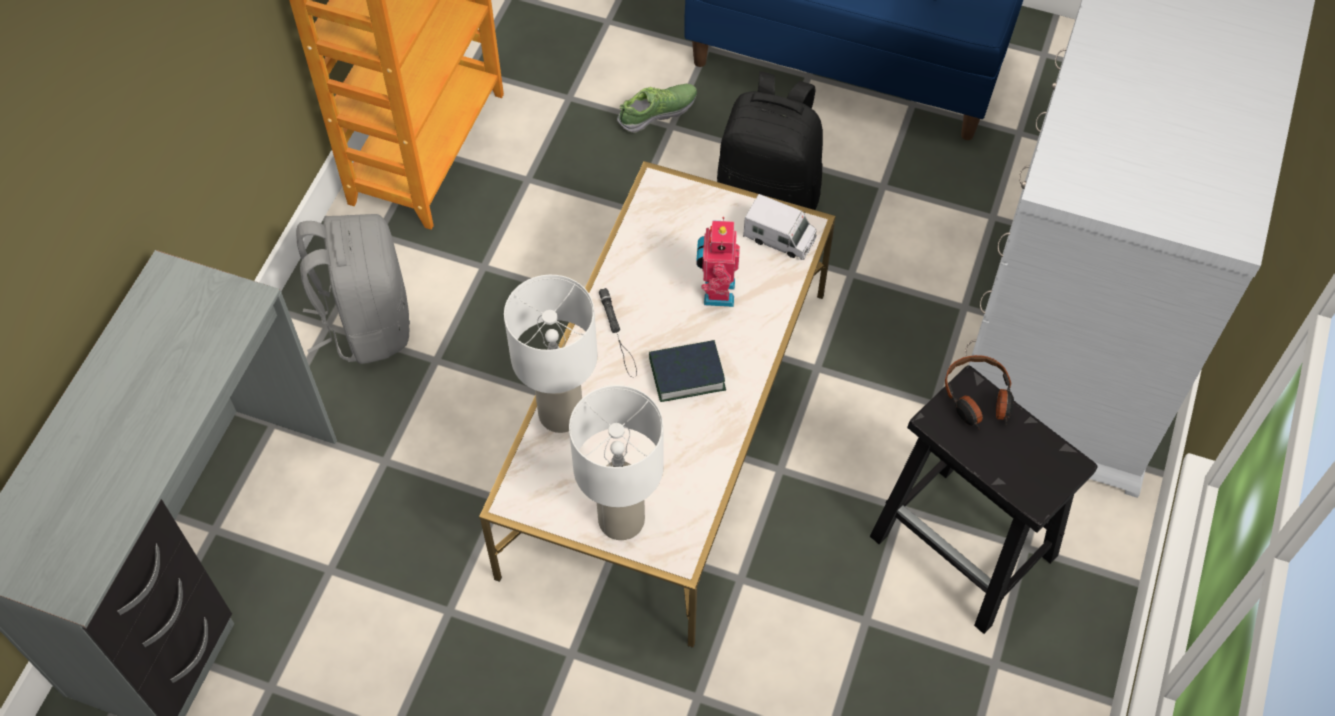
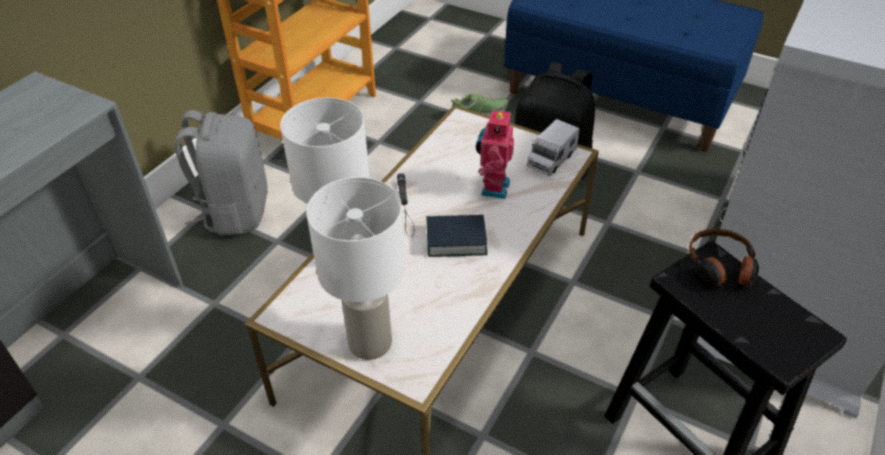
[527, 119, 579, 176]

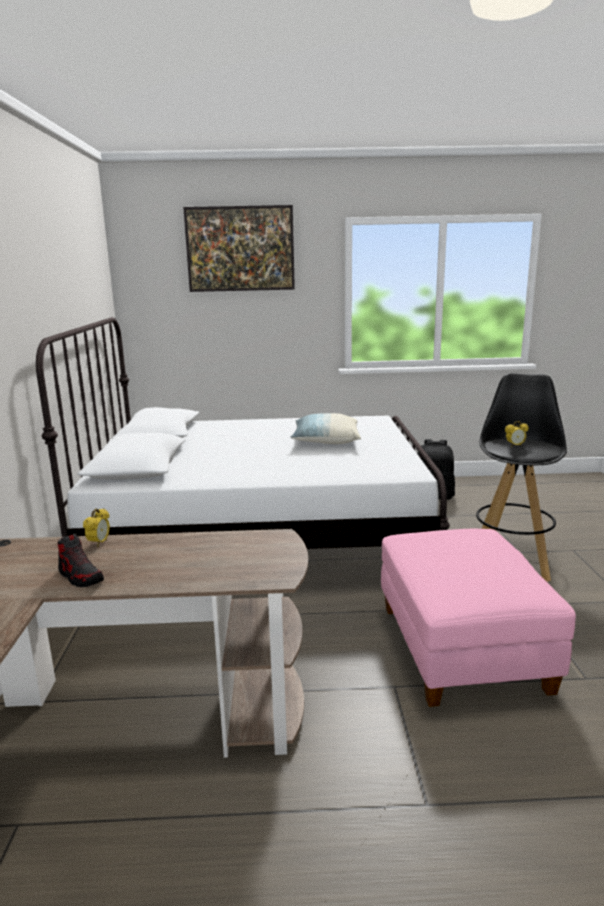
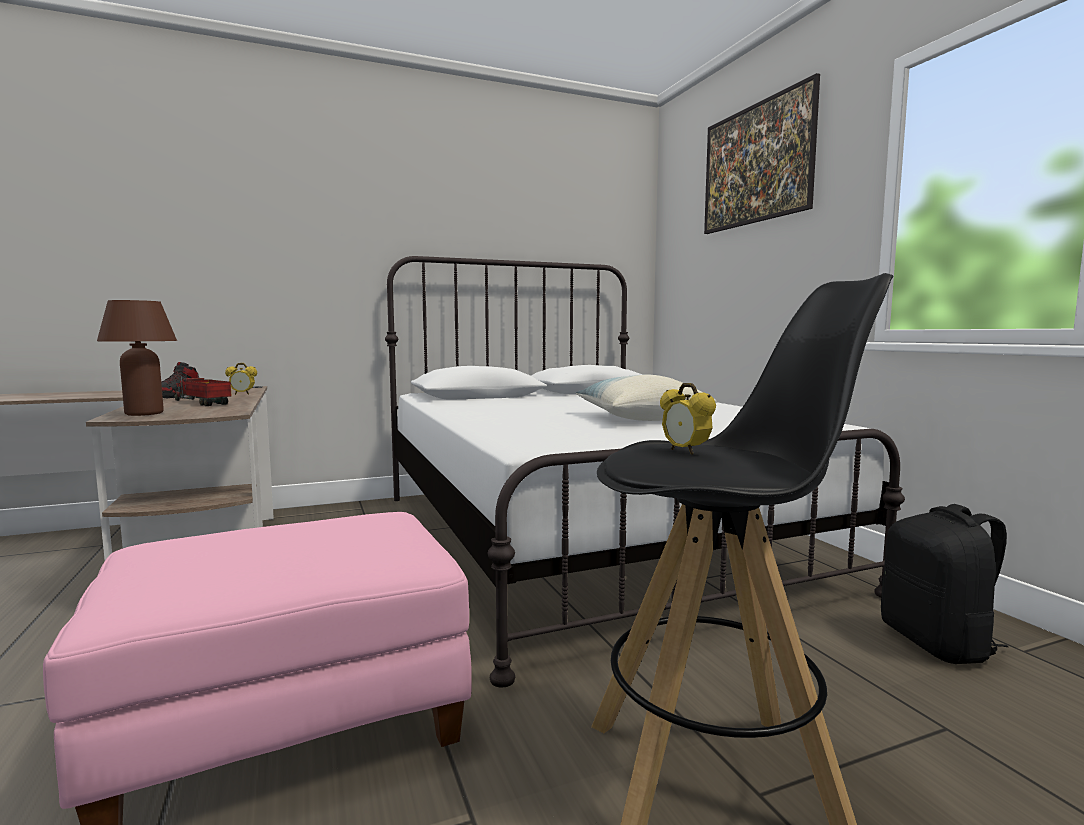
[97, 300, 177, 416]
[174, 374, 232, 406]

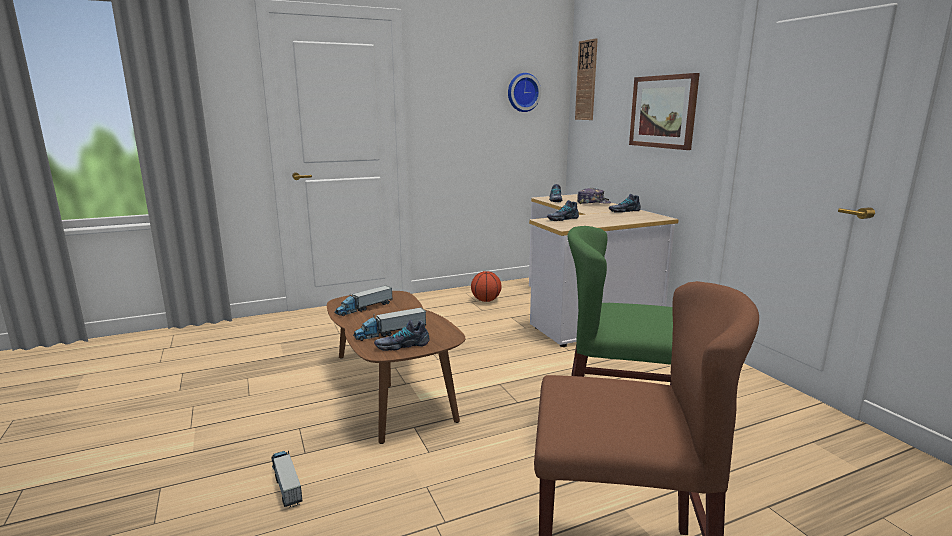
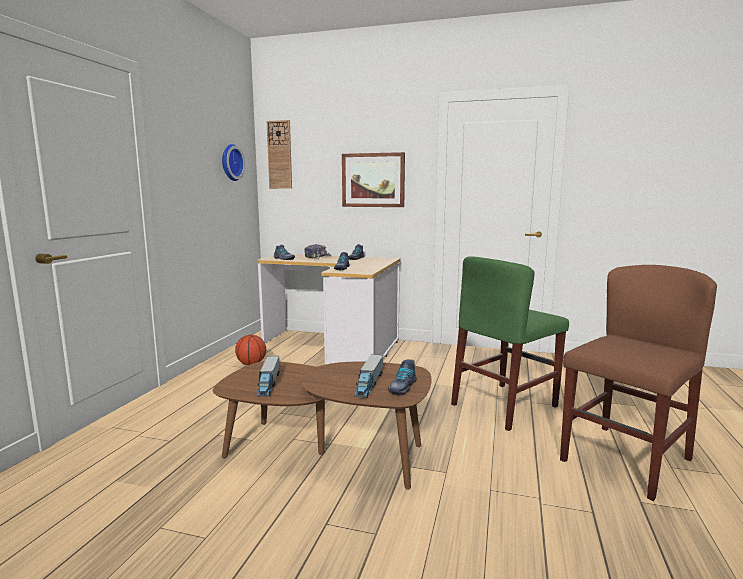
[271, 451, 302, 508] (first image)

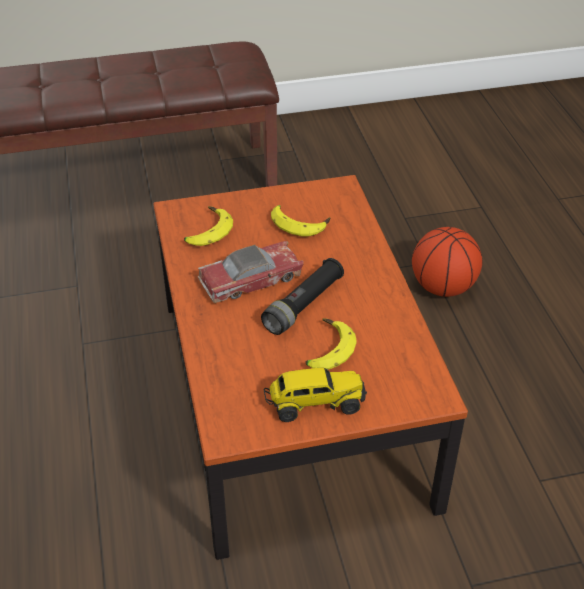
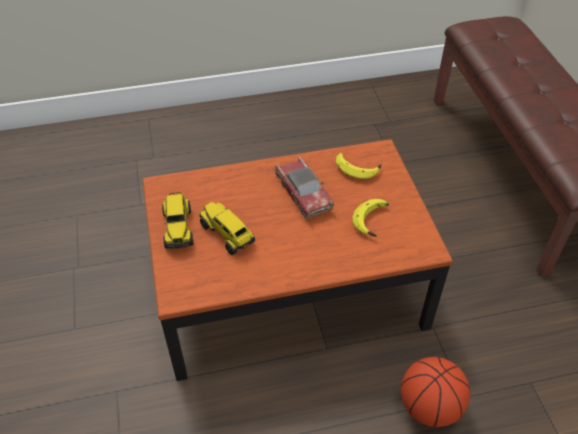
[261, 258, 344, 335] (first image)
[200, 202, 255, 255]

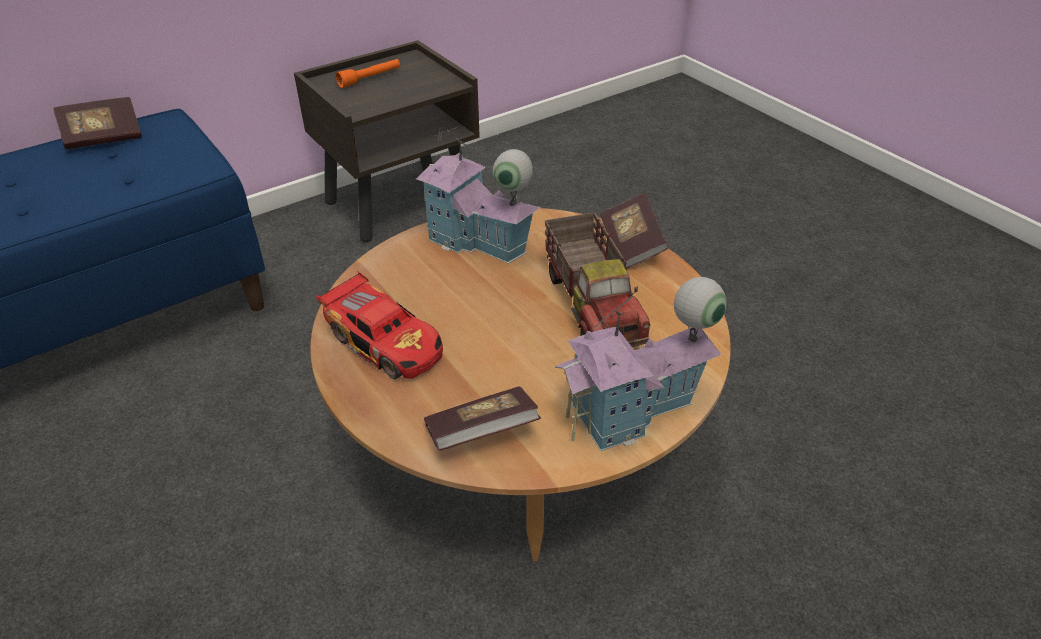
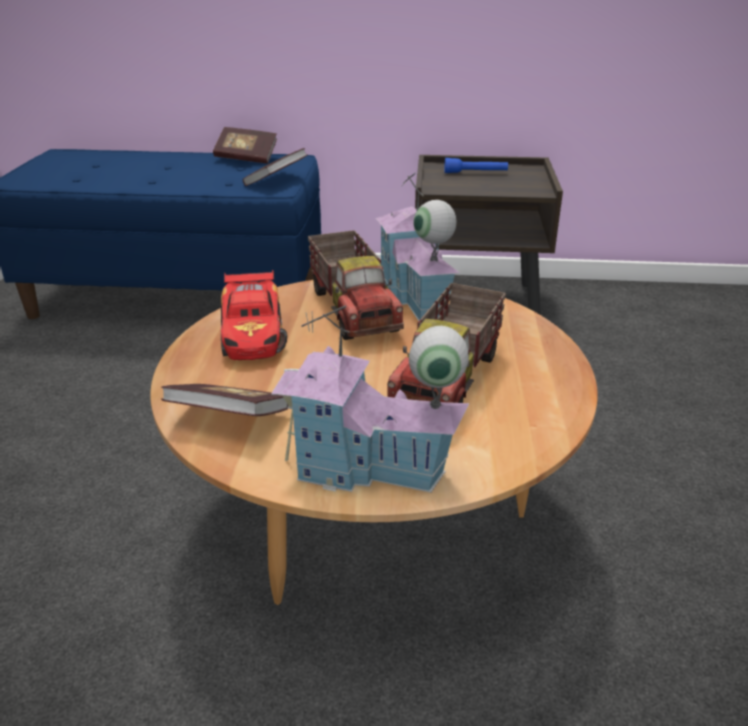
[444, 158, 508, 173]
[243, 148, 308, 186]
[308, 230, 404, 340]

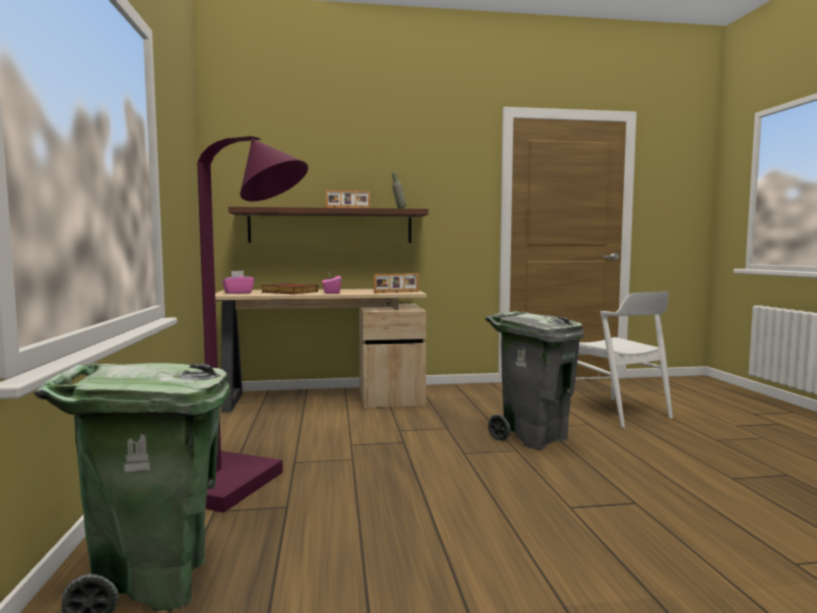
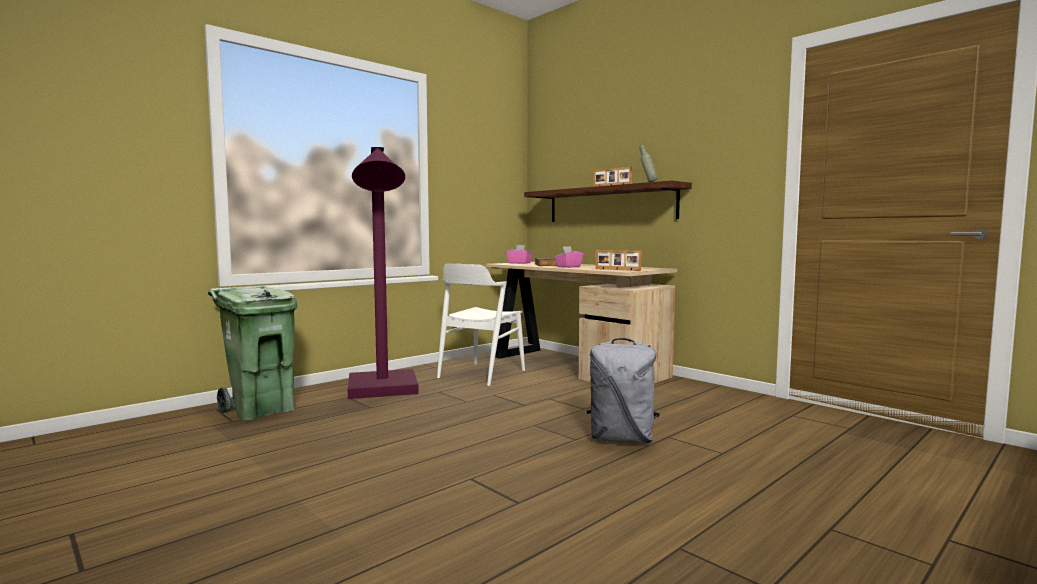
[587, 338, 660, 444]
[437, 264, 525, 386]

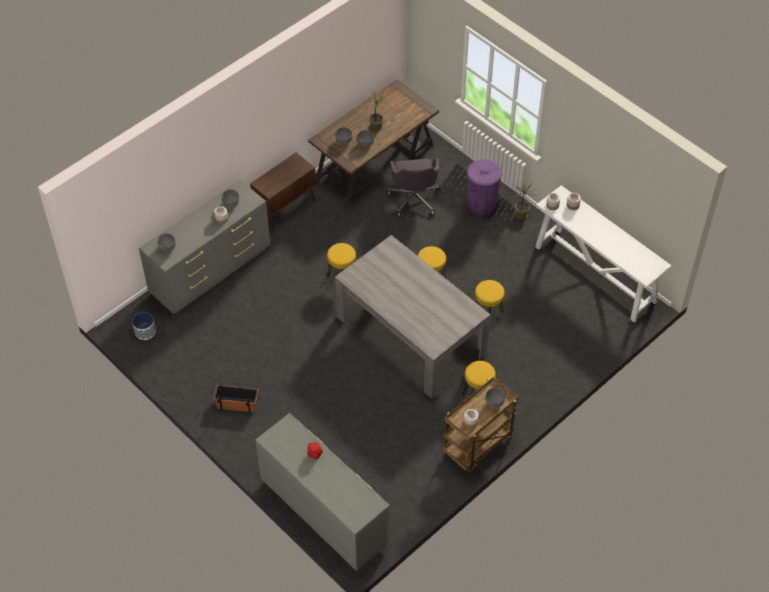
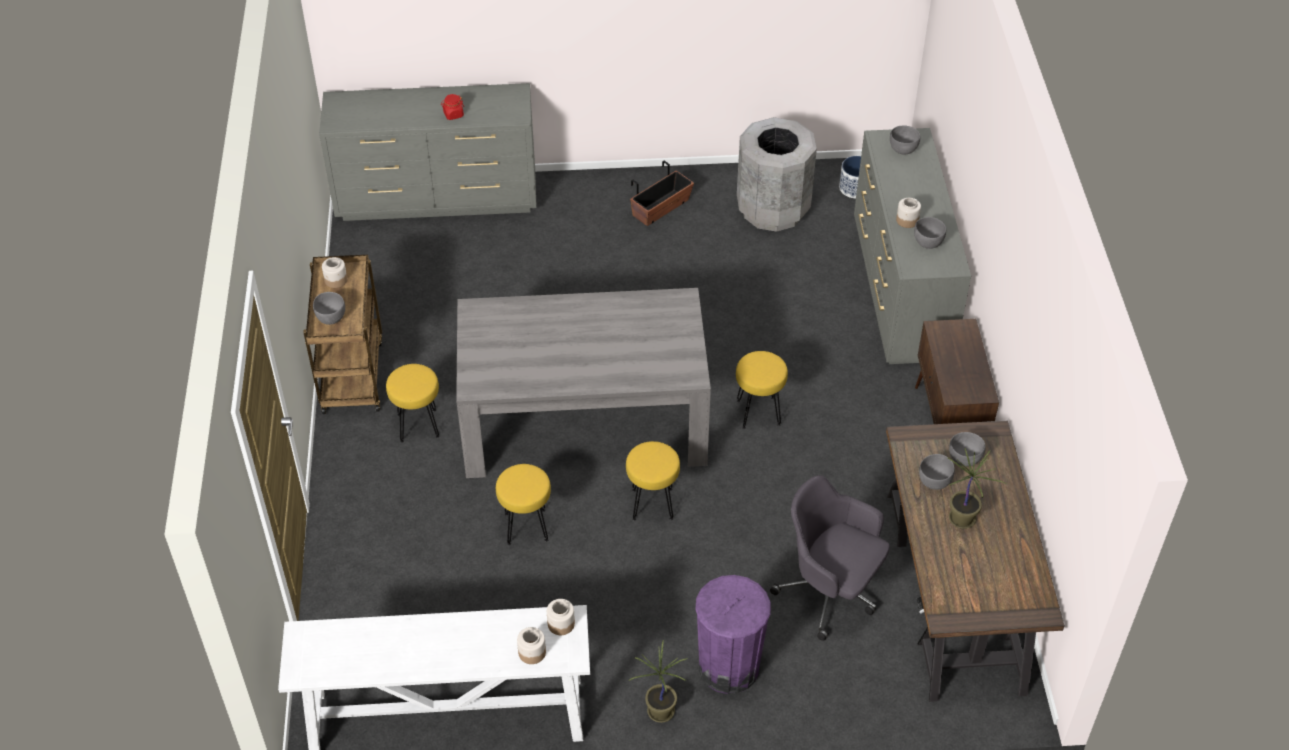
[737, 117, 817, 232]

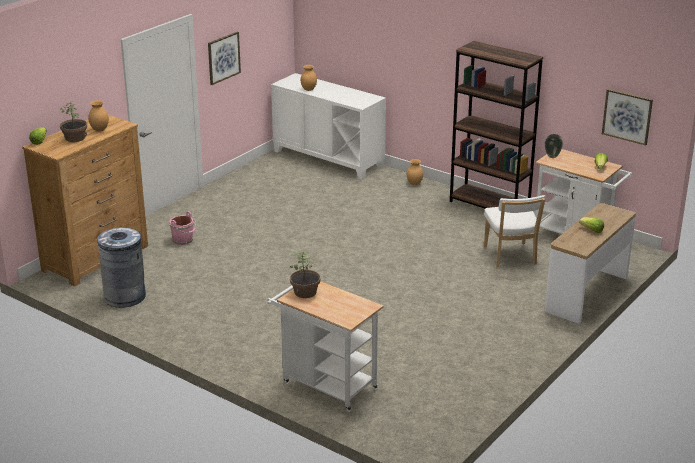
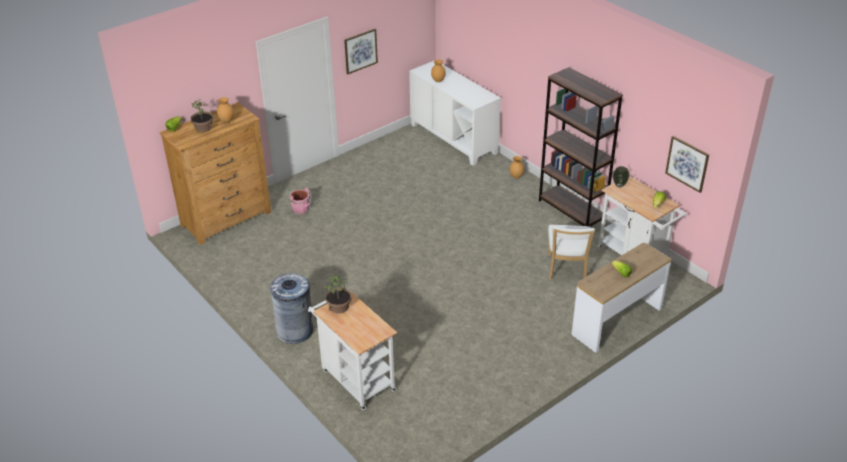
[270, 273, 313, 344]

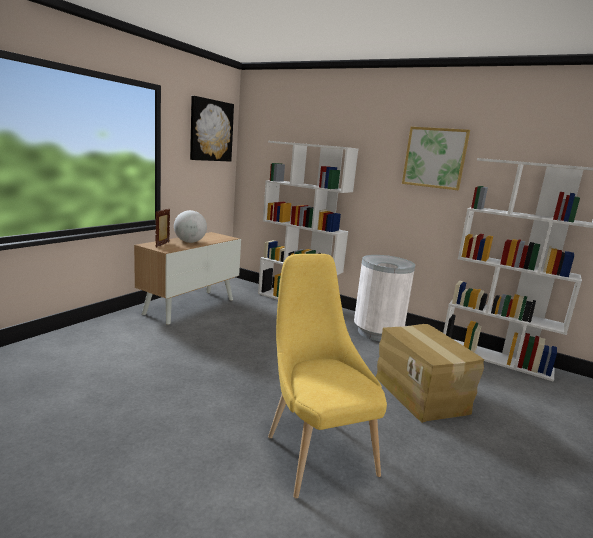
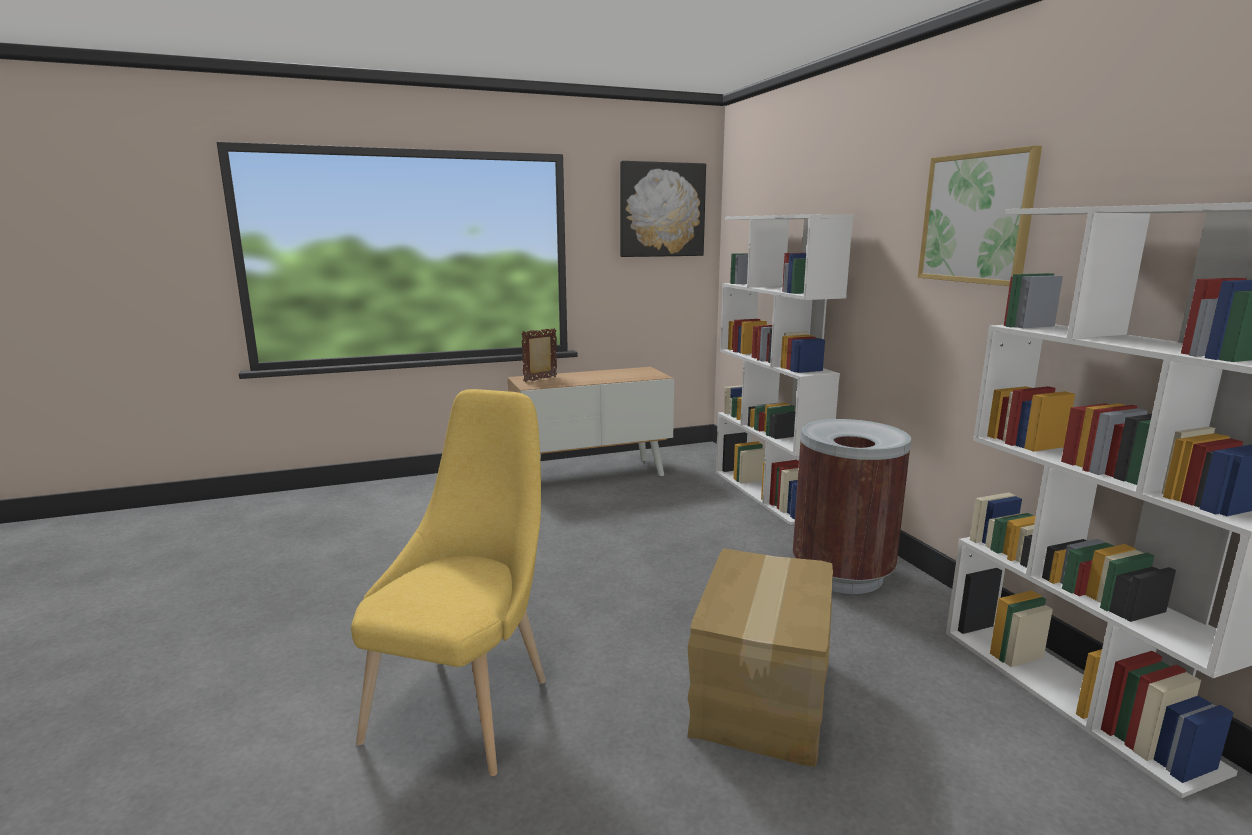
[174, 210, 207, 243] (first image)
[793, 419, 911, 594]

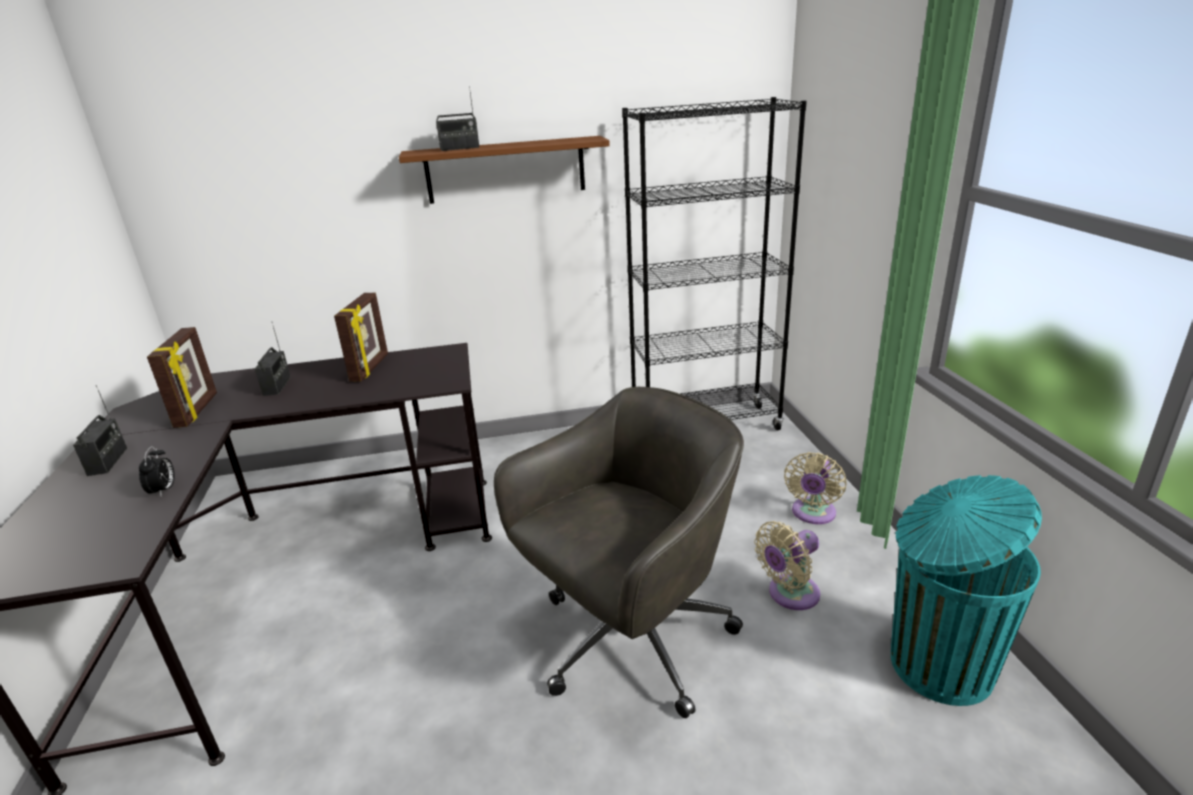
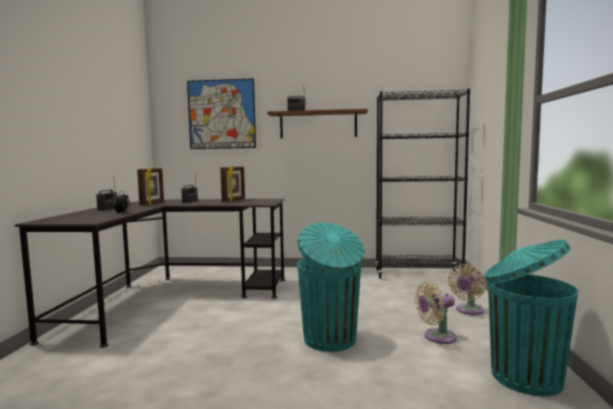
[297, 222, 365, 352]
[187, 78, 256, 149]

